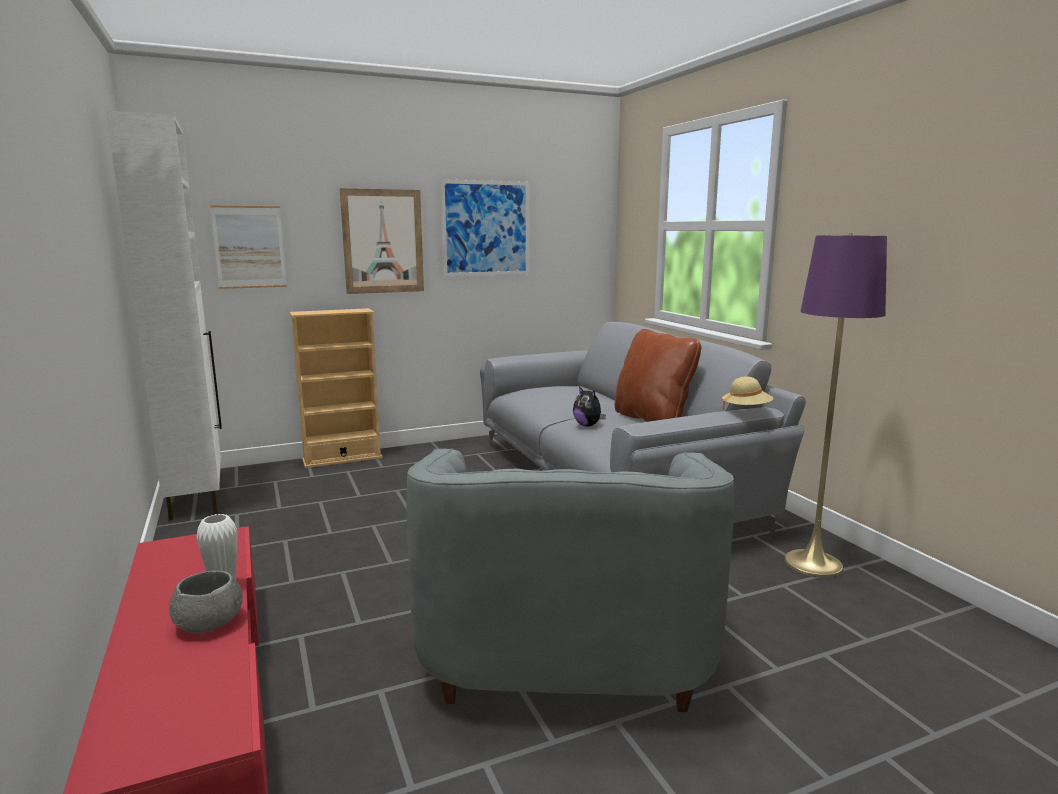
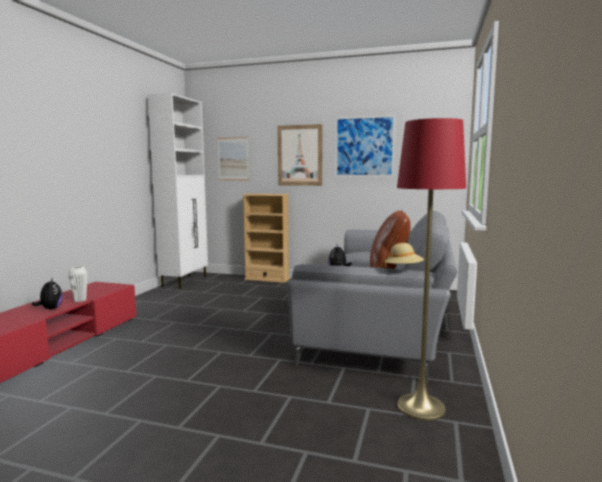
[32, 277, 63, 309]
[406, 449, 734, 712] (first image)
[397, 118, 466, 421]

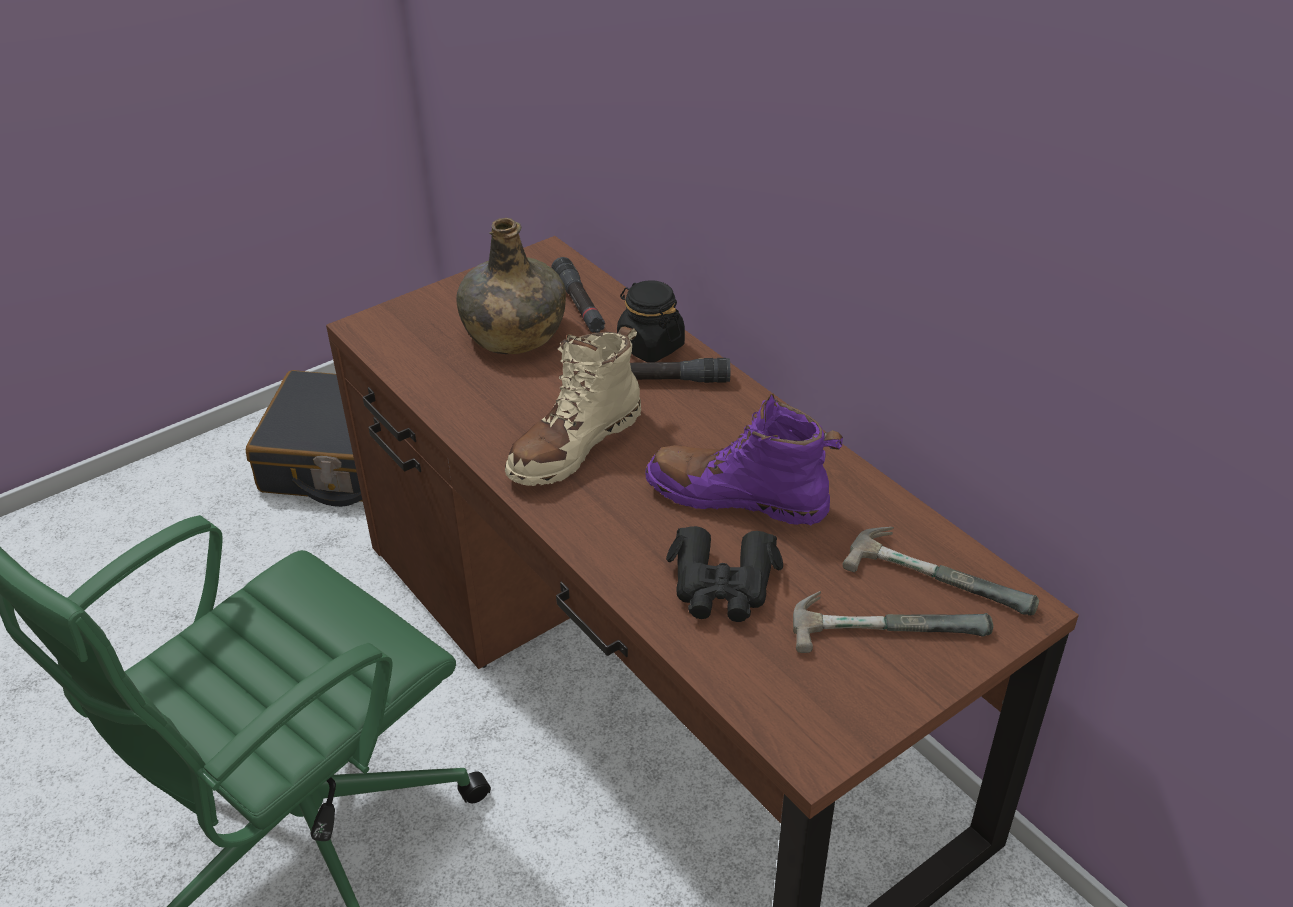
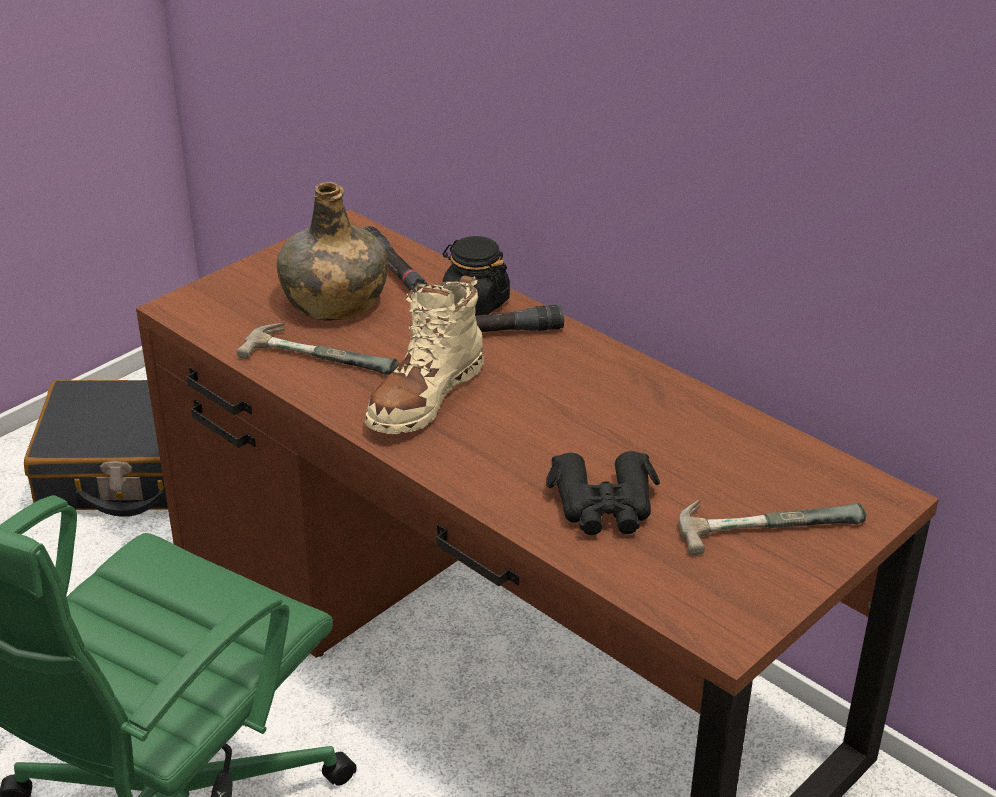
[645, 394, 843, 525] (first image)
[237, 323, 399, 375]

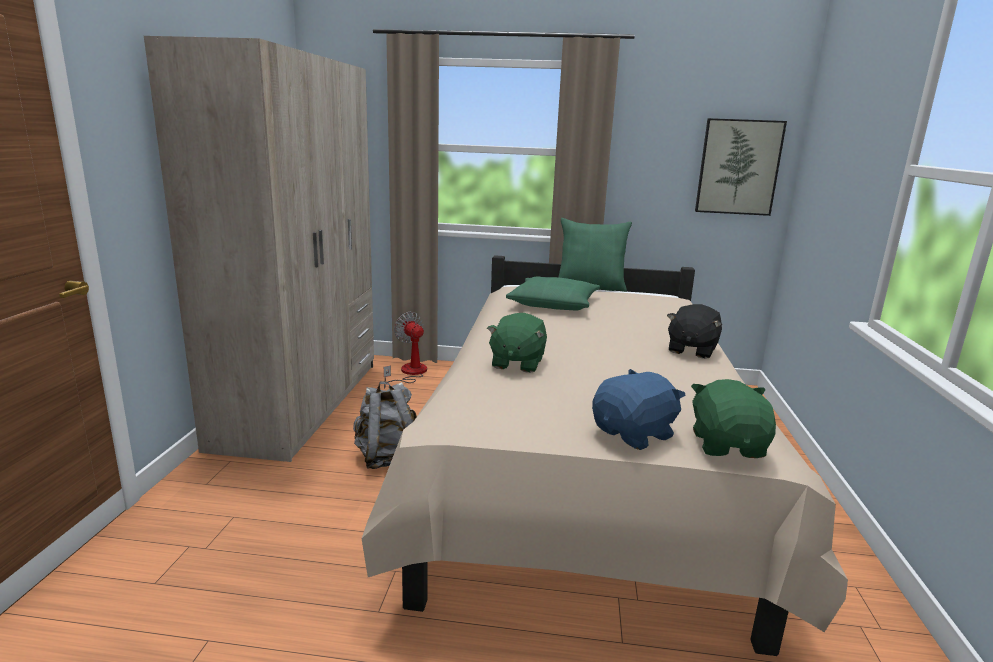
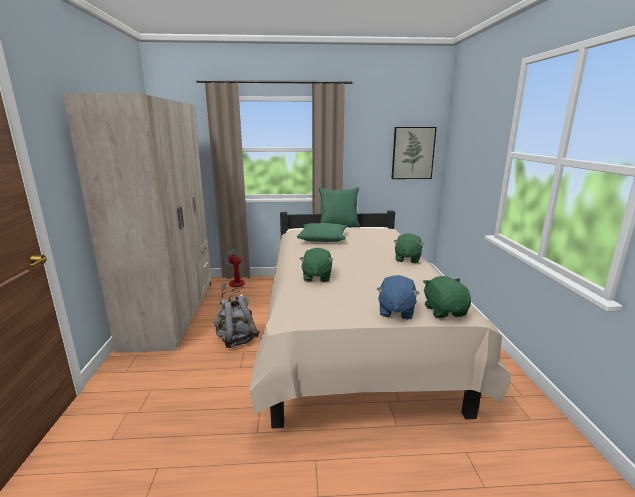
[377, 275, 420, 319]
[394, 233, 424, 263]

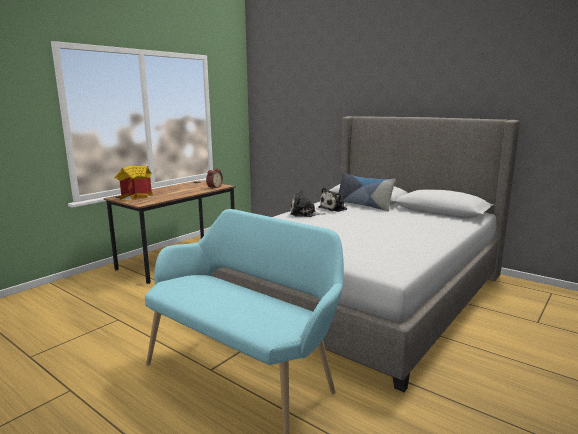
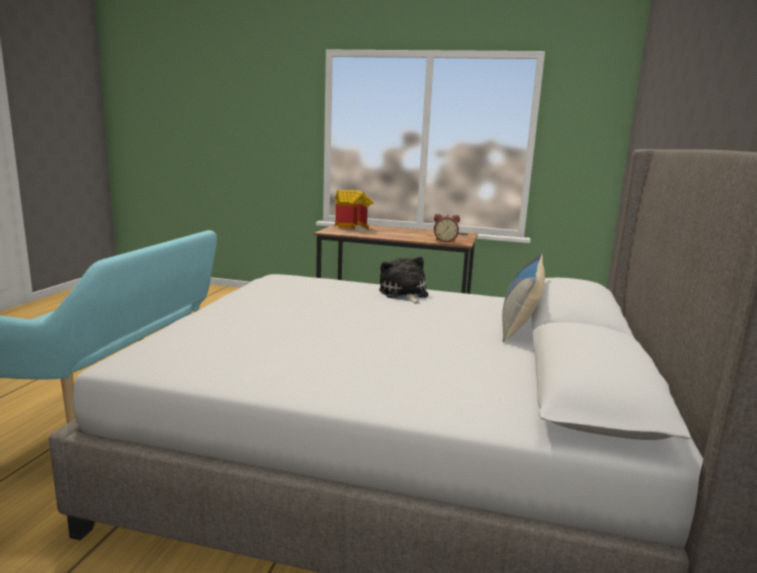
[318, 187, 347, 212] (first image)

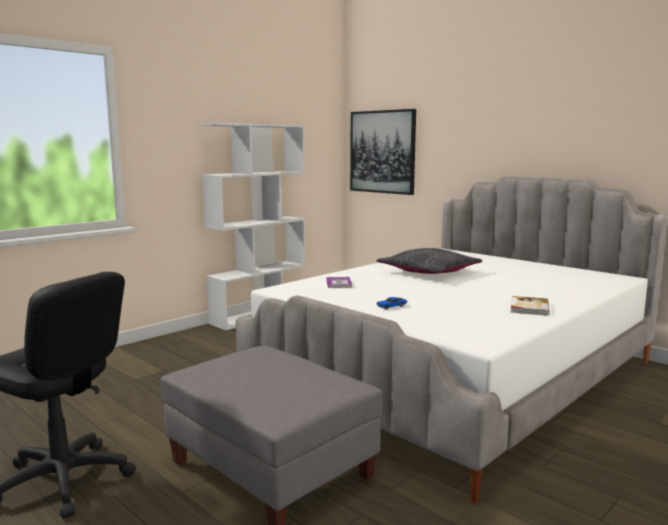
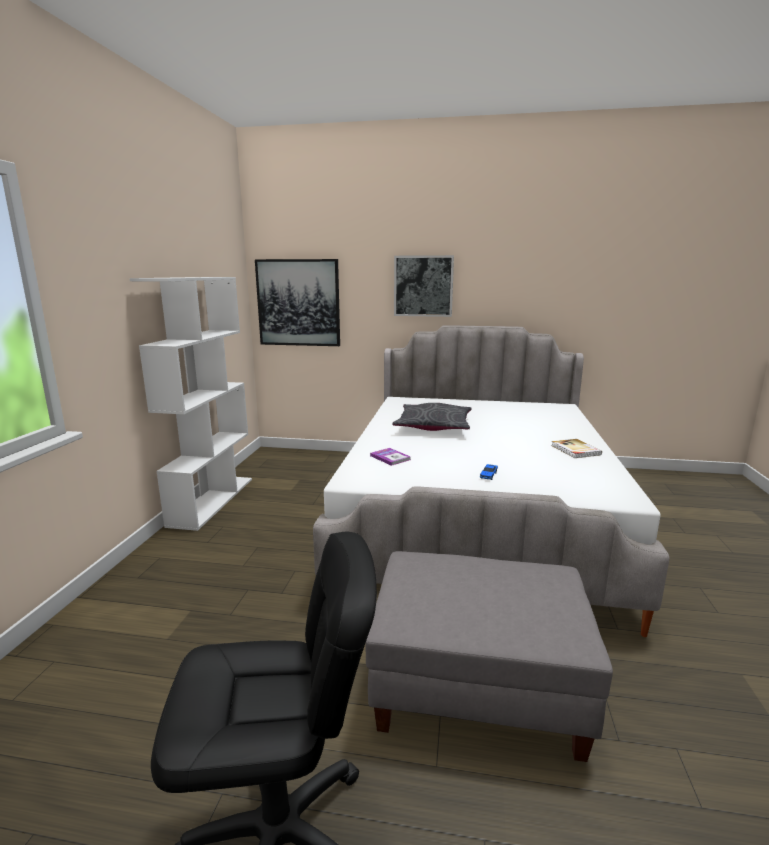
[394, 255, 454, 317]

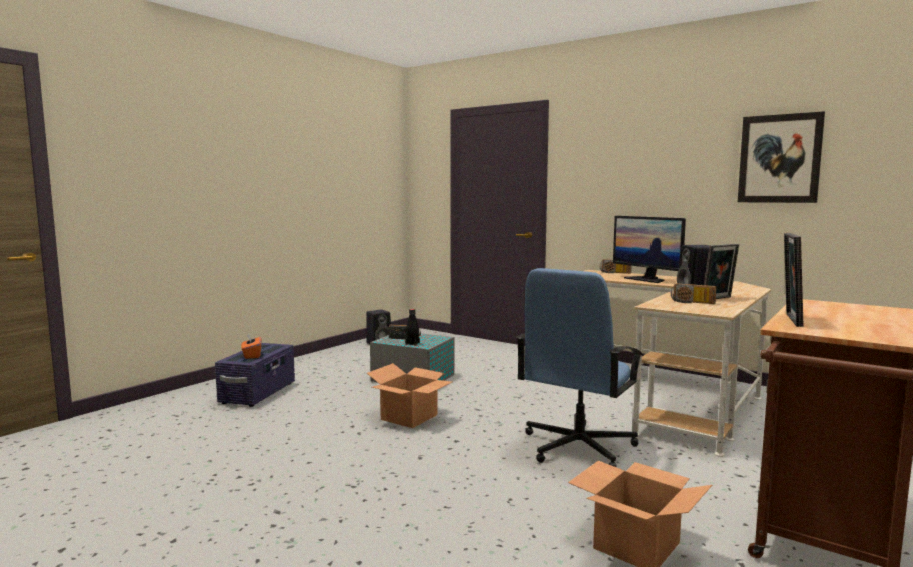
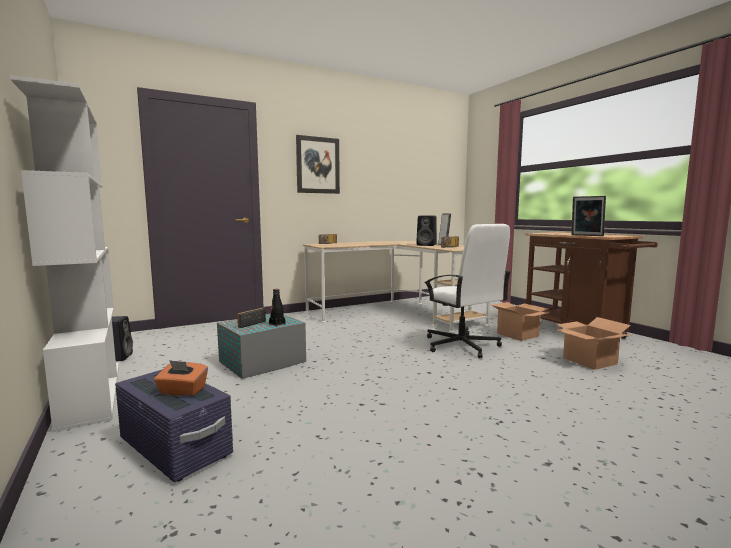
[491, 302, 548, 341]
[424, 224, 511, 358]
[613, 216, 686, 283] (first image)
[296, 135, 340, 194]
[9, 75, 119, 432]

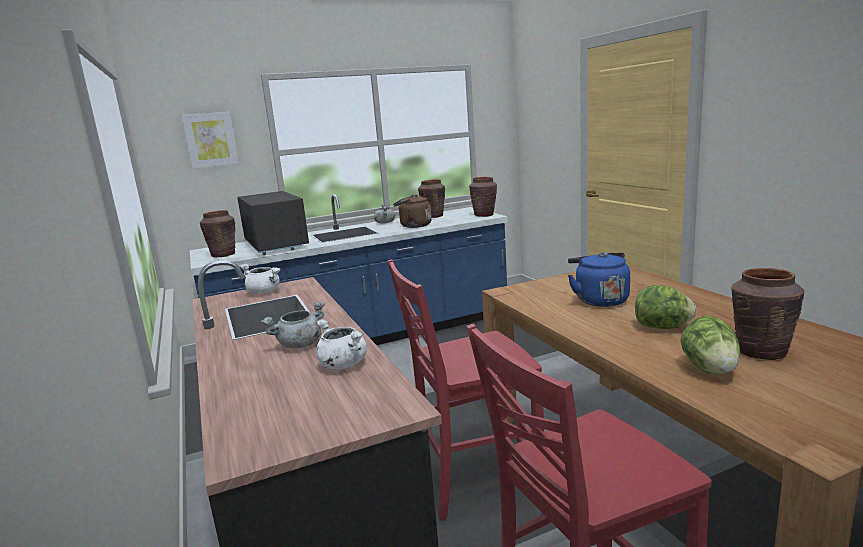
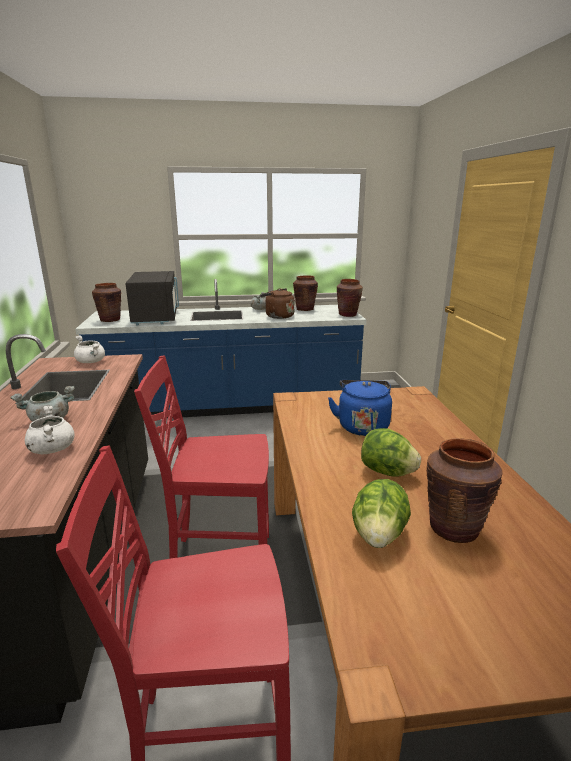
[182, 112, 239, 169] (first image)

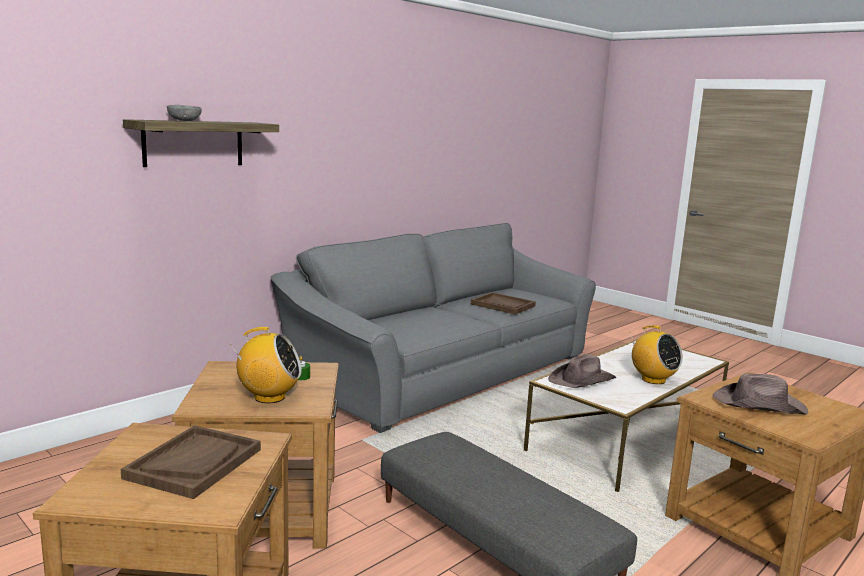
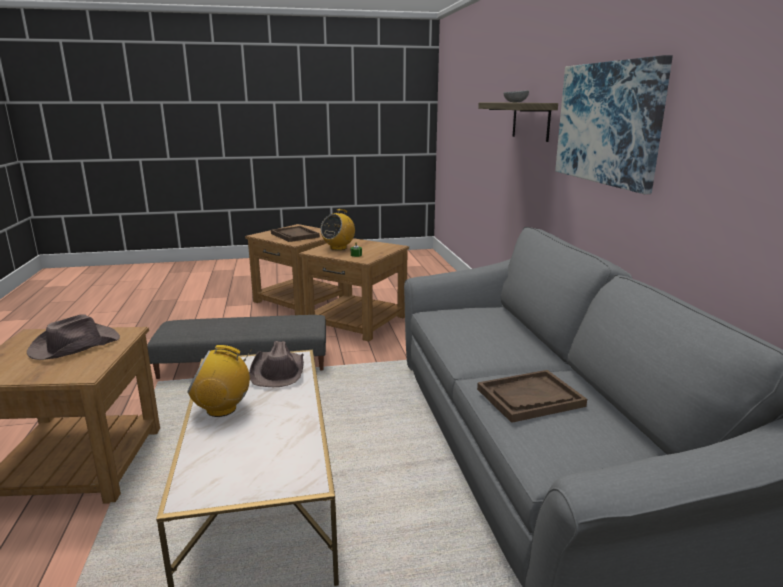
[555, 55, 673, 194]

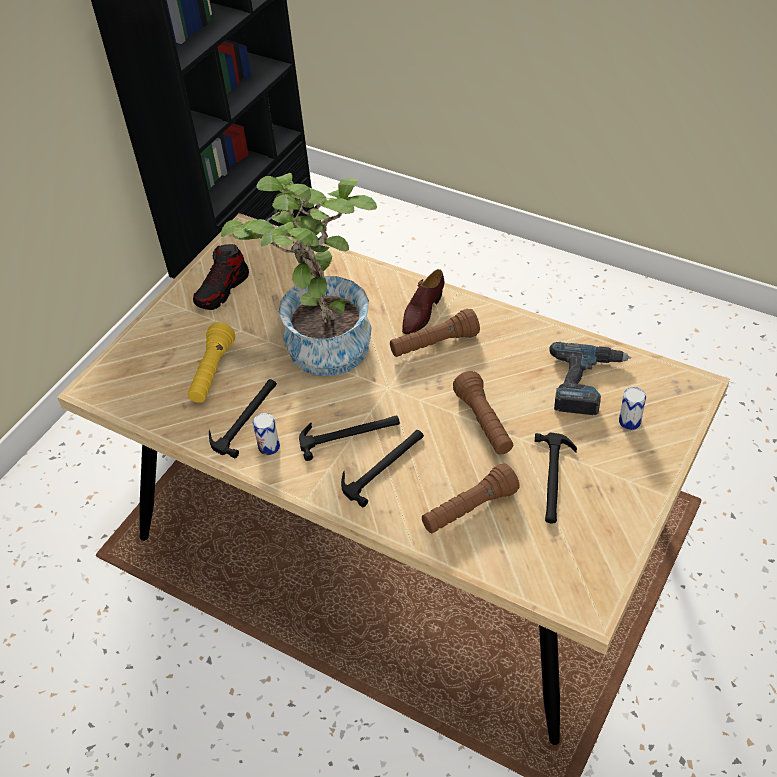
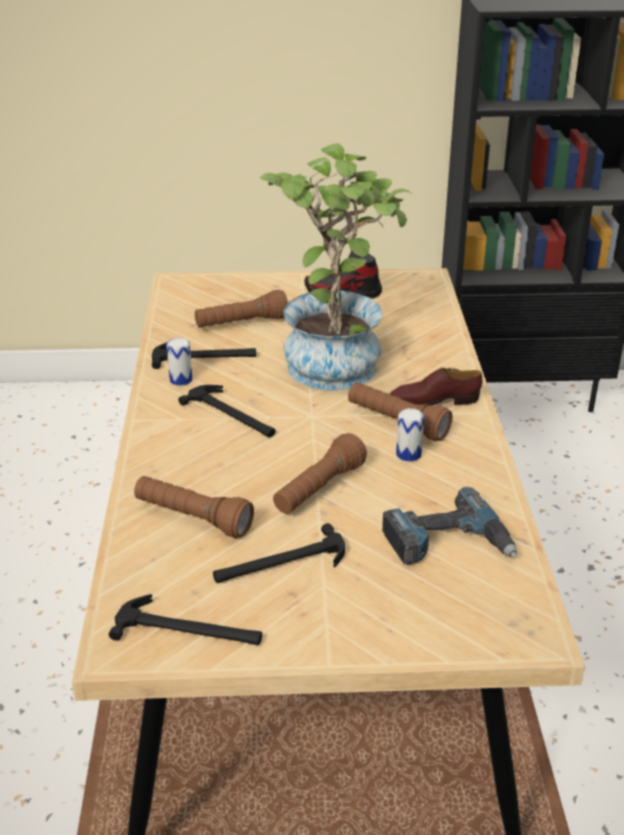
[195, 290, 288, 328]
[109, 594, 262, 645]
[396, 408, 424, 462]

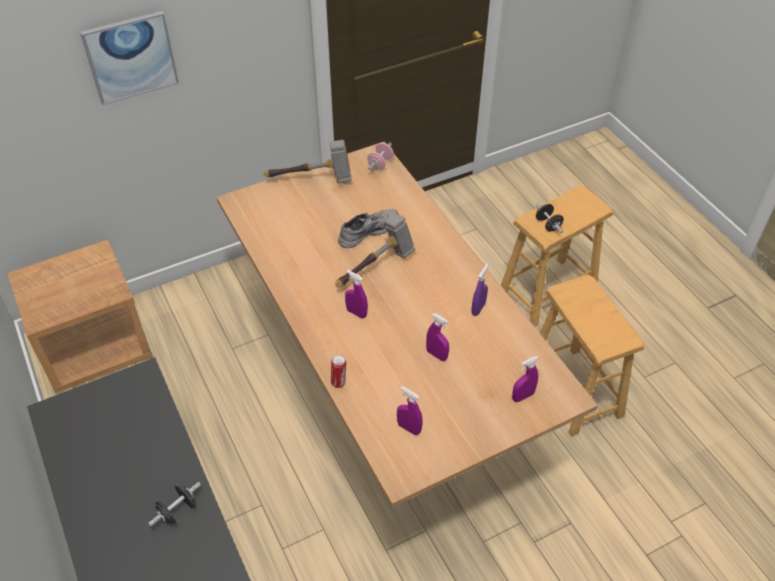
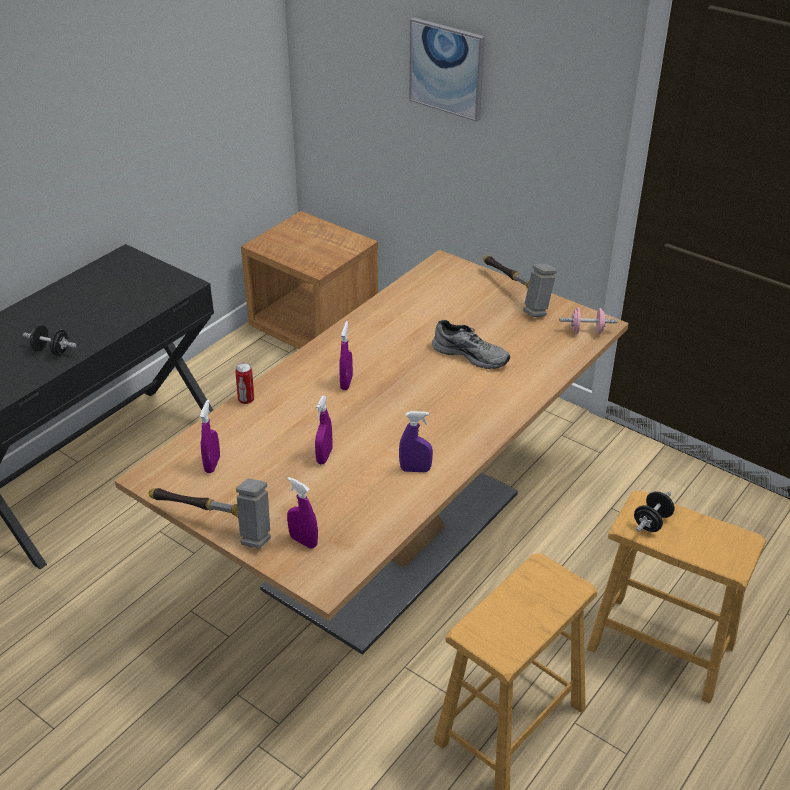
[148, 478, 271, 548]

